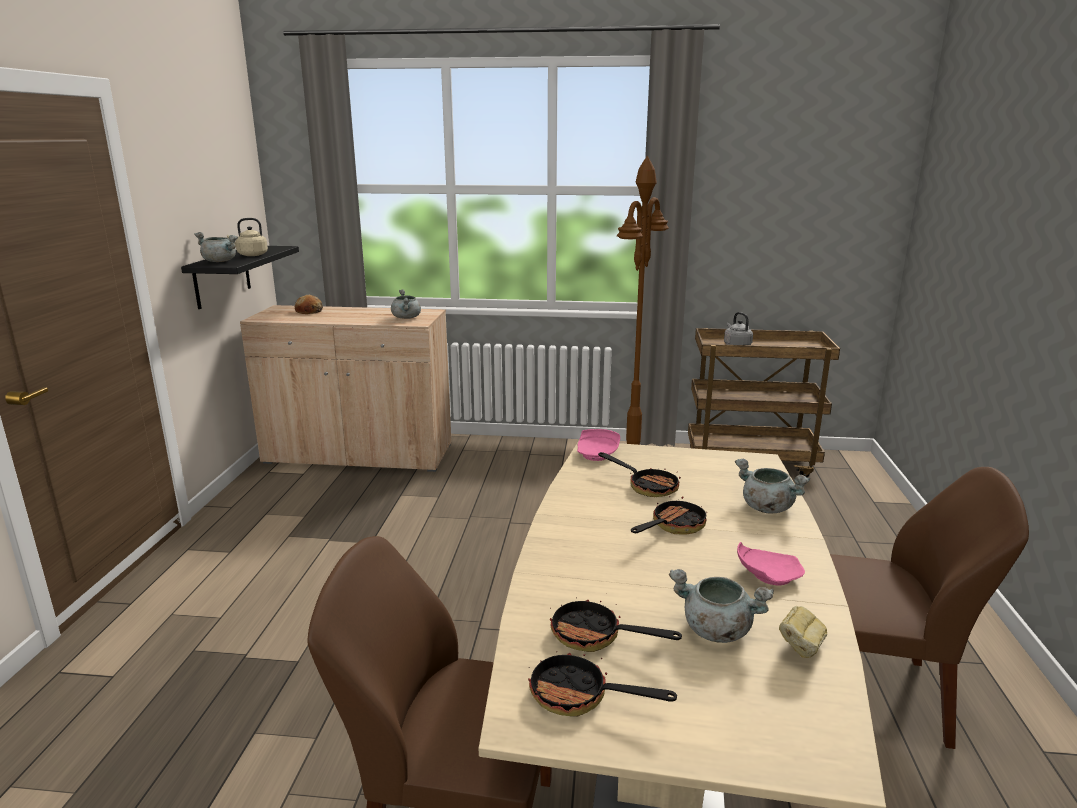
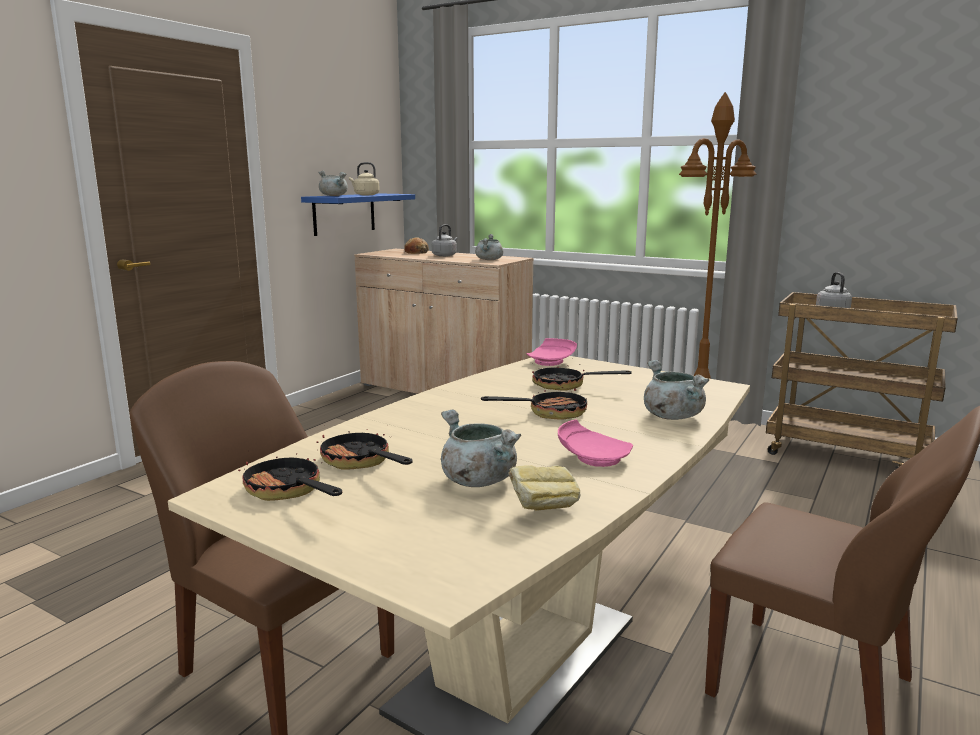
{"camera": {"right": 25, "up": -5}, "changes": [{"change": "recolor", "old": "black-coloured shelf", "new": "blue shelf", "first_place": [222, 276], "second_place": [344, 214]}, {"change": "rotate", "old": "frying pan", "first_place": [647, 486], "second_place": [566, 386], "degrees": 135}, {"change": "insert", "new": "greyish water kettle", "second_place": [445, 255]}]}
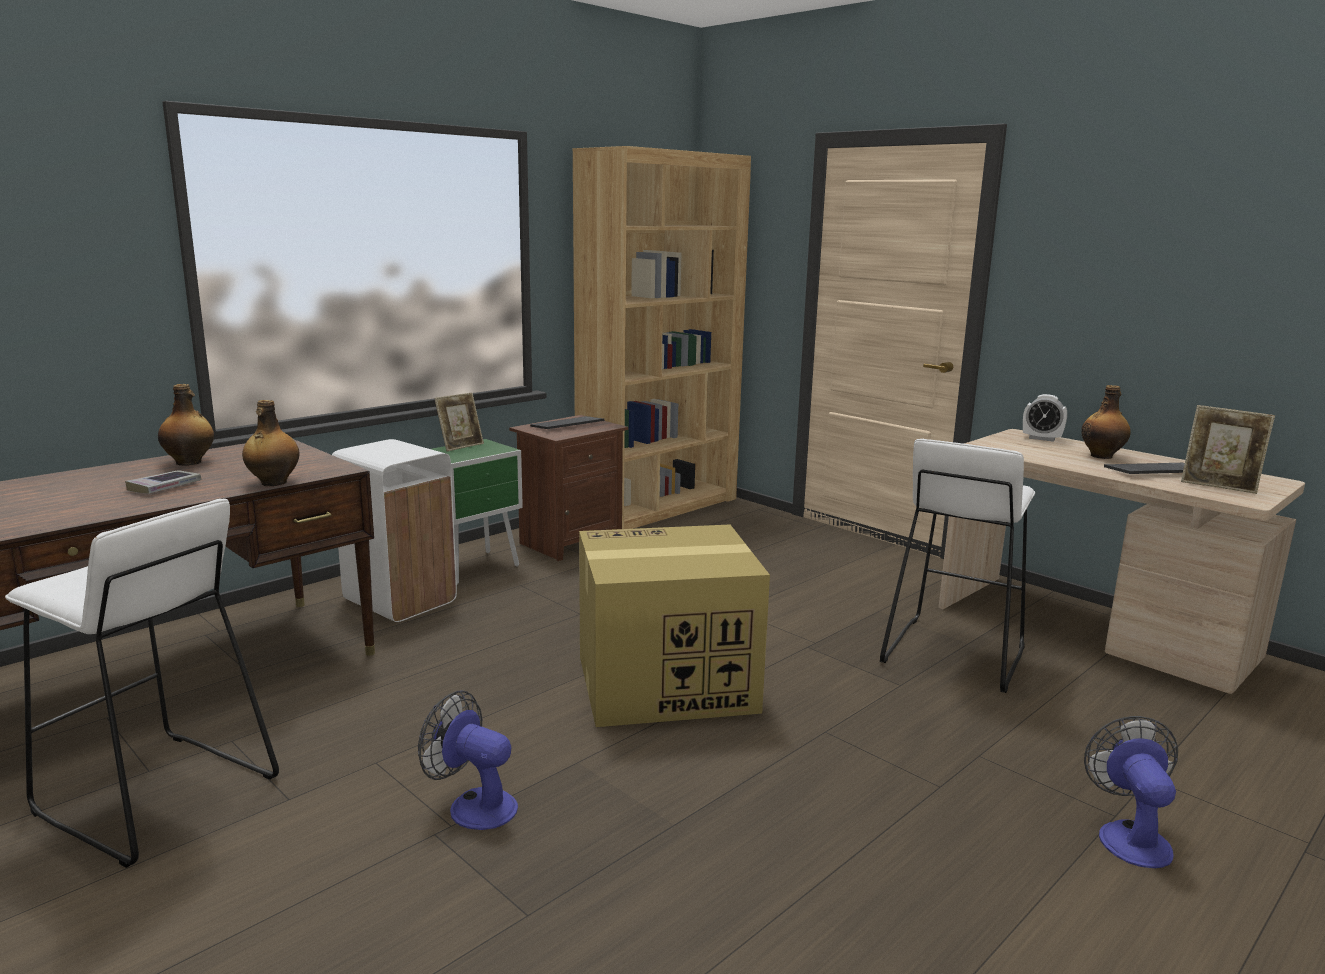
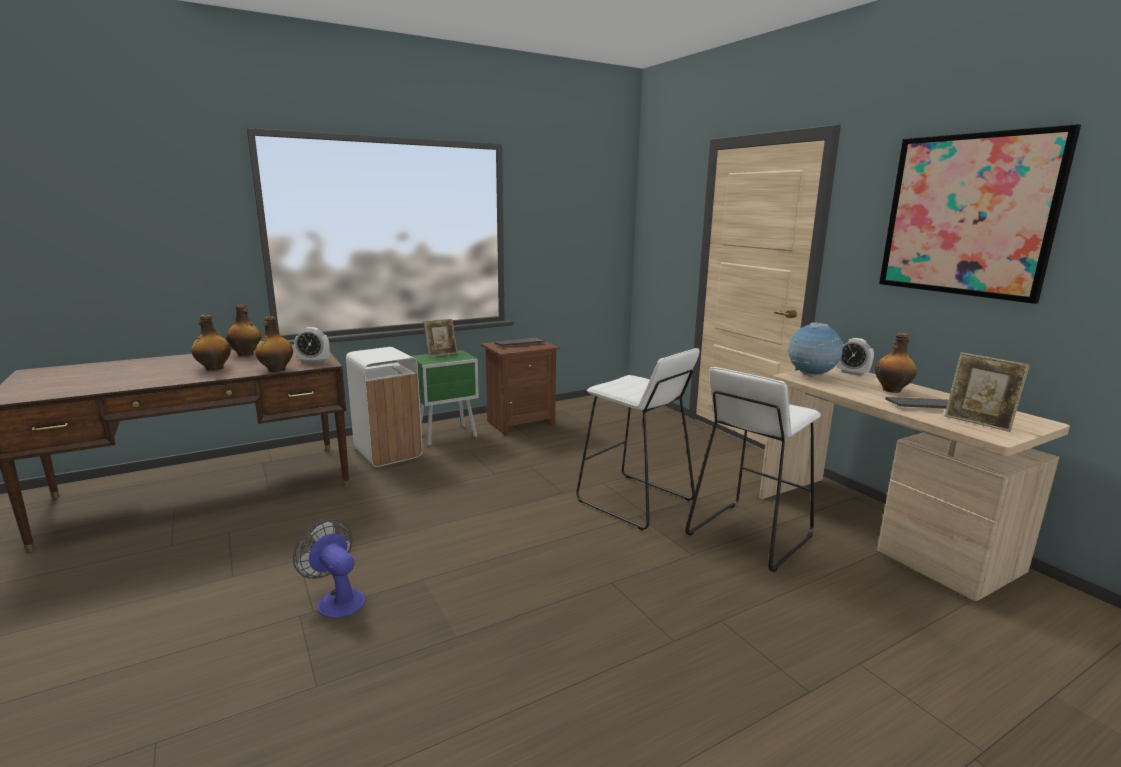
{"camera": {"right": 15, "up": 0}, "changes": [{"change": "move", "old": "white-coloured sitting stool", "first_place": [156, 796], "second_place": [635, 501]}, {"change": "replace", "old": "volume", "new": "beverage bottle", "first_place": [165, 487], "second_place": [214, 368]}, {"change": "delete", "old": "brown shelving unit", "first_place": [658, 506]}, {"change": "delete", "old": "carton", "first_place": [663, 684]}, {"change": "delete", "old": "cooling fan", "first_place": [1129, 836]}, {"change": "insert", "new": "alarm clock", "second_place": [313, 361]}, {"change": "insert", "new": "globe", "second_place": [811, 376]}, {"change": "insert", "new": "wall picture", "second_place": [967, 215]}]}
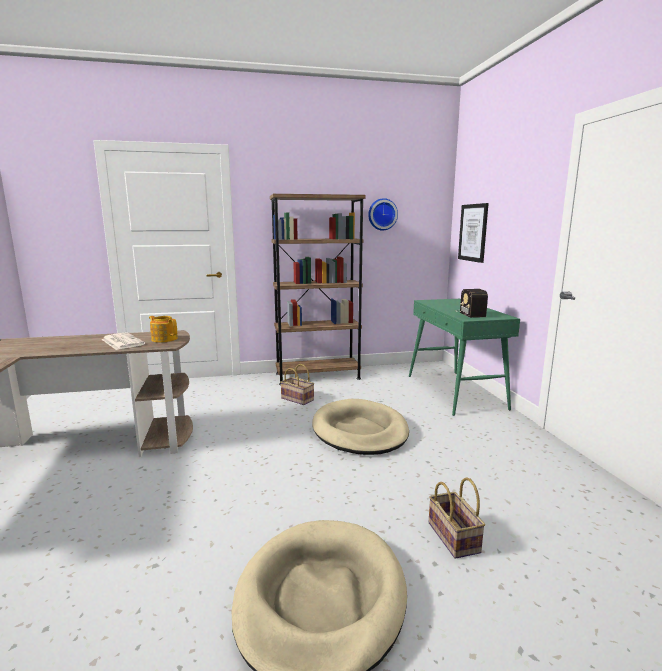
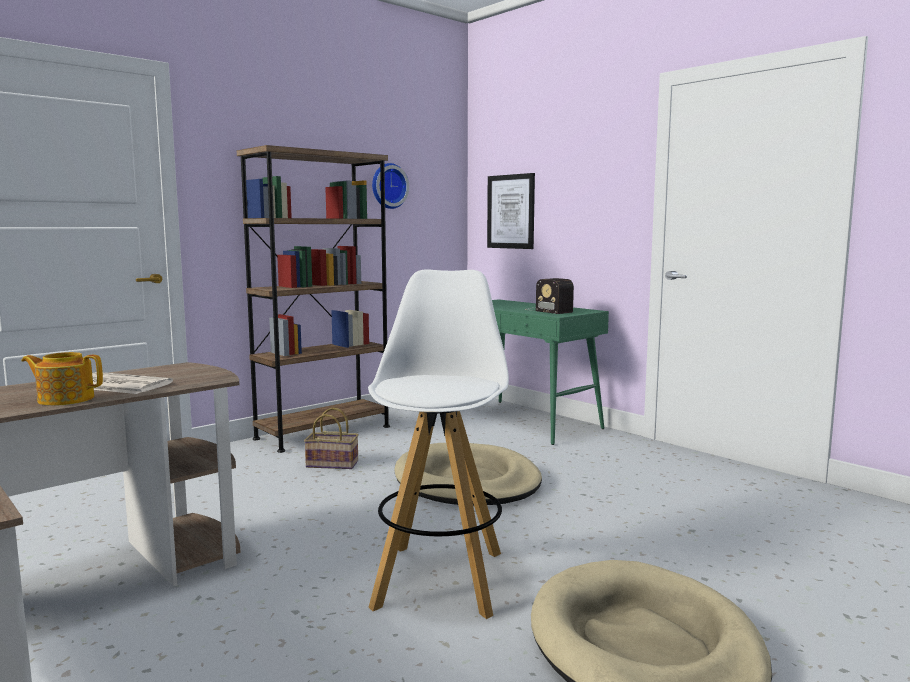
{"camera": {"right": -30, "up": -5}, "changes": [{"change": "move", "old": "teapot", "first_place": [164, 339], "second_place": [65, 399]}, {"change": "delete", "old": "storage basket", "first_place": [455, 538]}, {"change": "insert", "new": "white-coloured sitting stool", "second_place": [440, 577]}]}
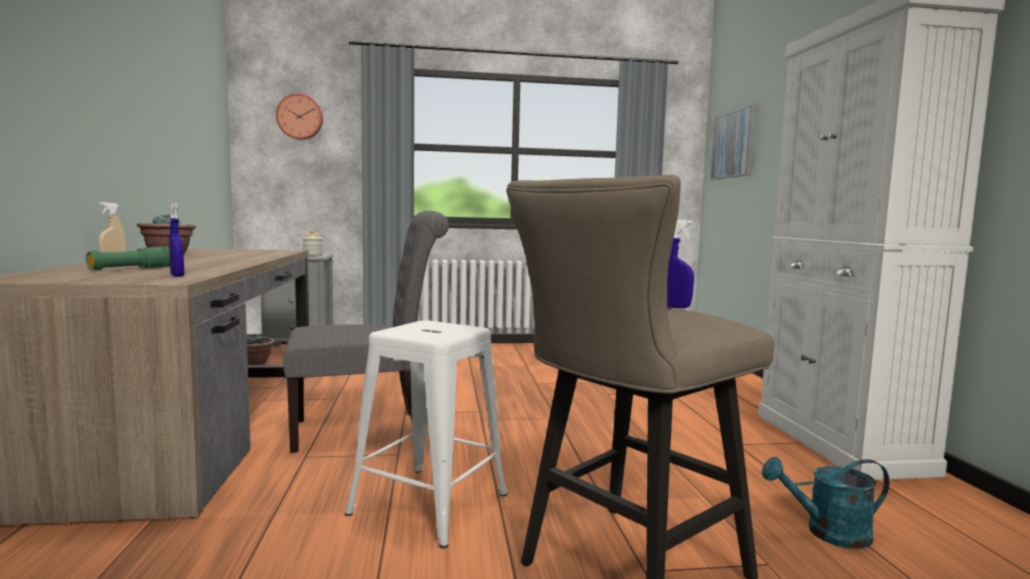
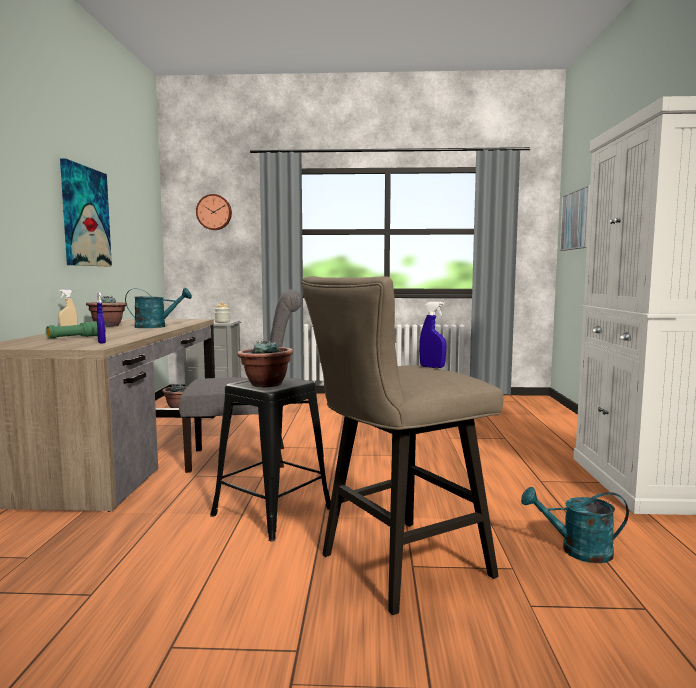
{"camera": {"right": 10, "up": 0}, "changes": [{"change": "recolor", "old": "white-coloured sitting stool", "new": "black-coloured sitting stool", "first_place": [429, 504], "second_place": [272, 512]}, {"change": "insert", "new": "wall picture", "second_place": [85, 216]}, {"change": "insert", "new": "turquoise-coloured watering pot", "second_place": [156, 326]}, {"change": "insert", "new": "houseplant", "second_place": [265, 384]}]}
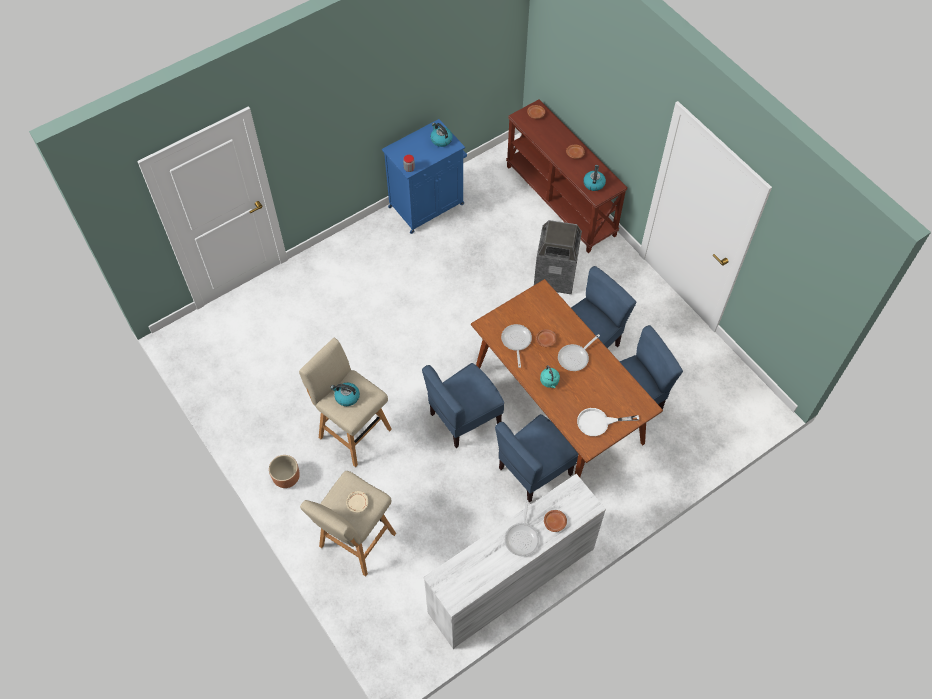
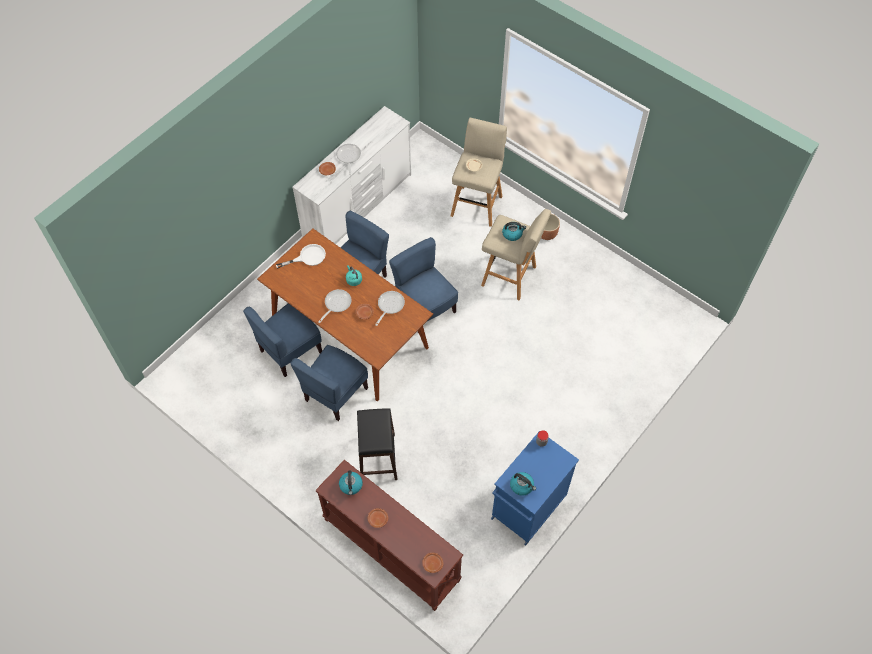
{"camera": {"right": 165, "up": 0}, "changes": [{"change": "rotate", "old": "blue plain chair", "first_place": [464, 418], "second_place": [425, 307], "degrees": -75}, {"change": "rotate", "old": "frying pan", "first_place": [516, 342], "second_place": [389, 306], "degrees": -135}, {"change": "replace", "old": "trash can", "new": "black-coloured sitting stool", "first_place": [554, 276], "second_place": [378, 457]}]}
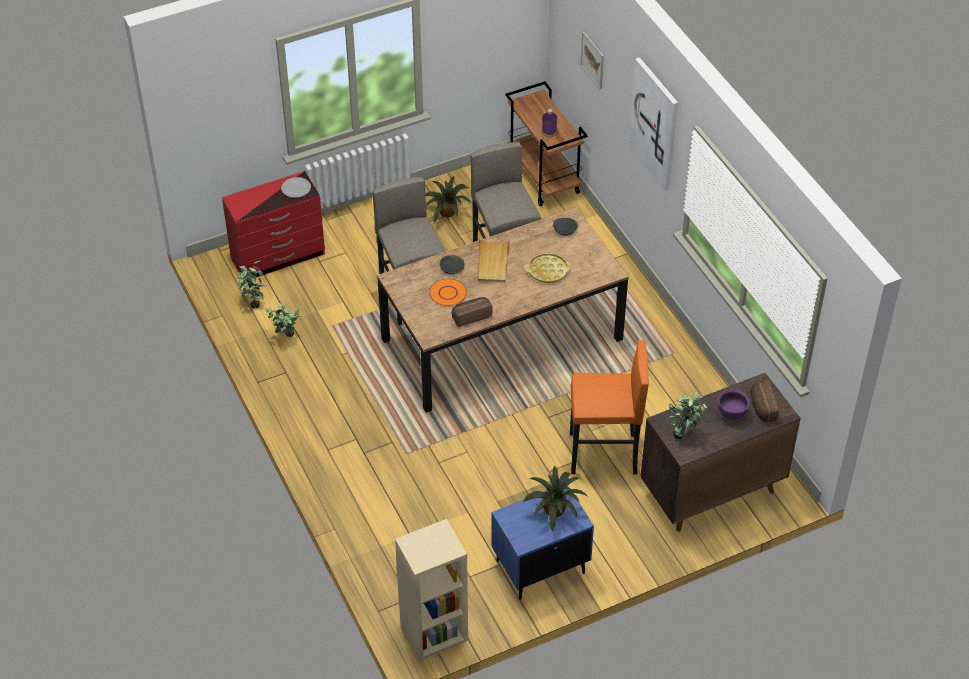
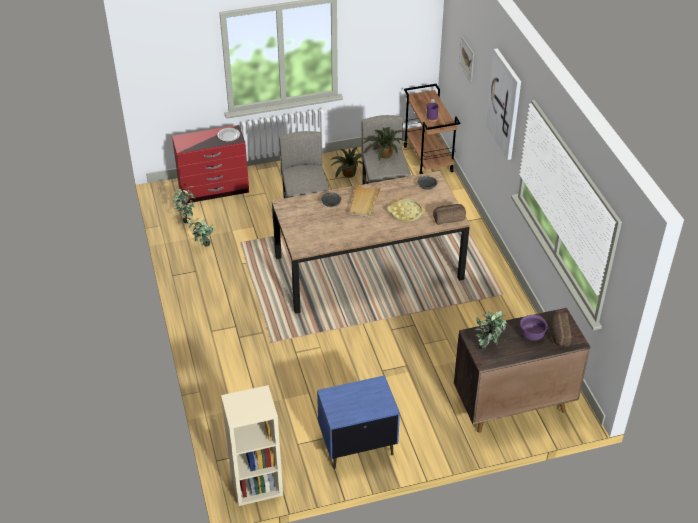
{"camera": {"right": 10, "up": -5}, "changes": [{"change": "delete", "old": "orange plate", "first_place": [448, 293]}, {"change": "move", "old": "baked bread", "first_place": [471, 316], "second_place": [448, 218]}, {"change": "move", "old": "houseplant", "first_place": [555, 511], "second_place": [385, 155]}, {"change": "delete", "old": "orange sitting stool", "first_place": [603, 454]}]}
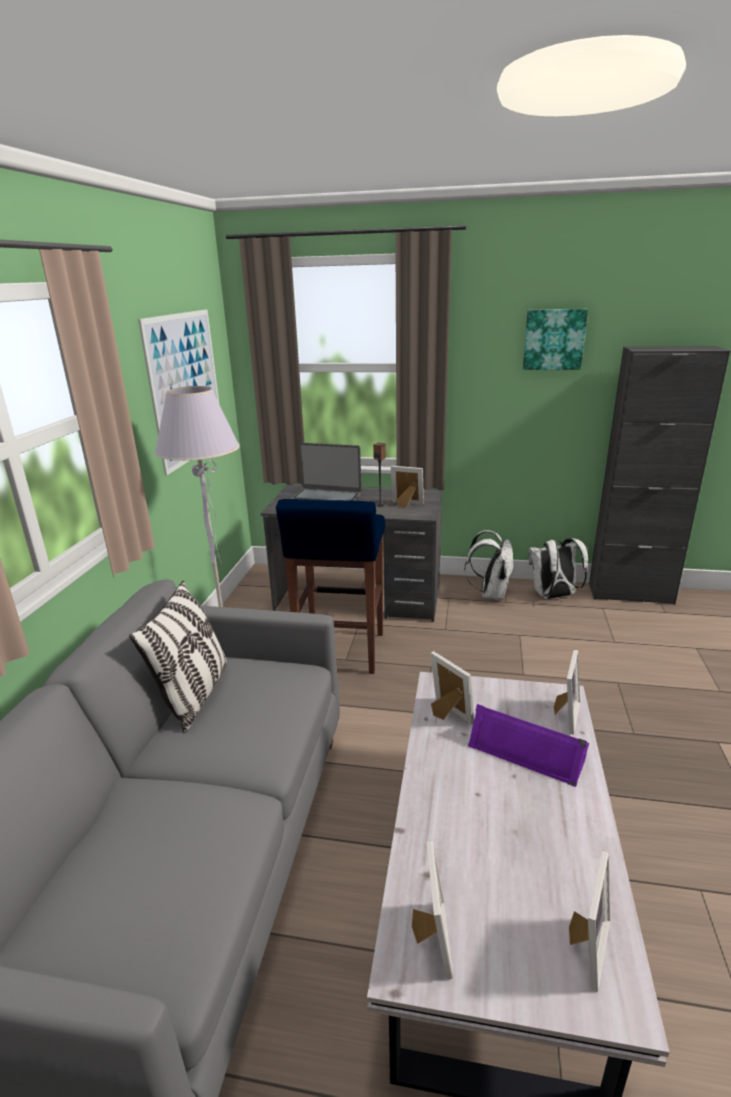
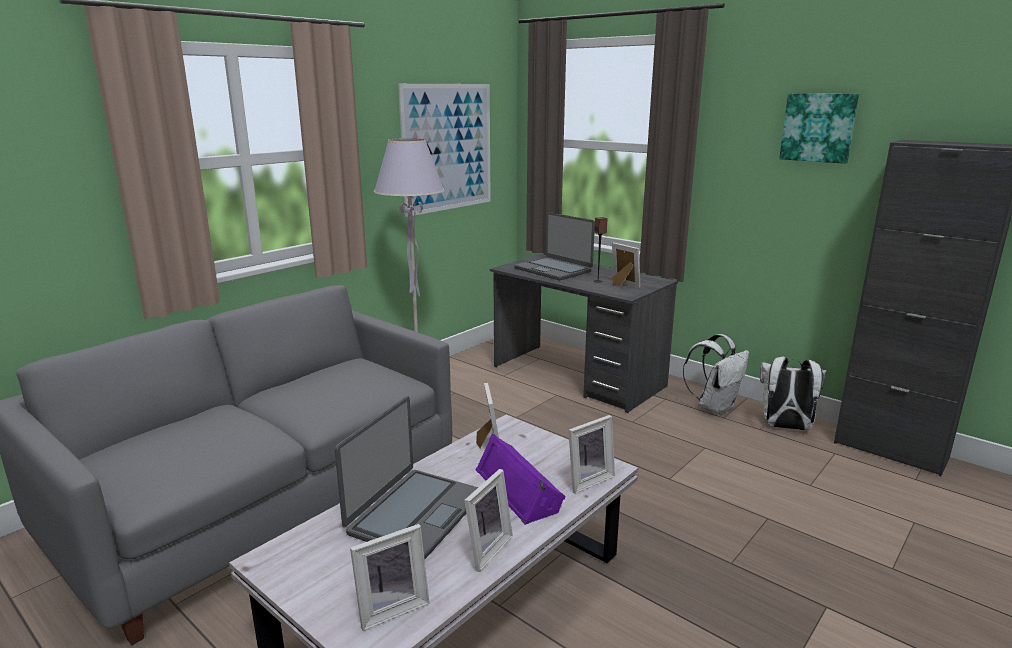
{"camera": {"right": 30, "up": -5}, "changes": [{"change": "delete", "old": "pillow", "first_place": [195, 695]}, {"change": "delete", "old": "blue sitting stool", "first_place": [340, 651]}, {"change": "move", "old": "standing frame", "first_place": [430, 939], "second_place": [484, 549]}, {"change": "insert", "new": "notebook computer", "second_place": [414, 513]}]}
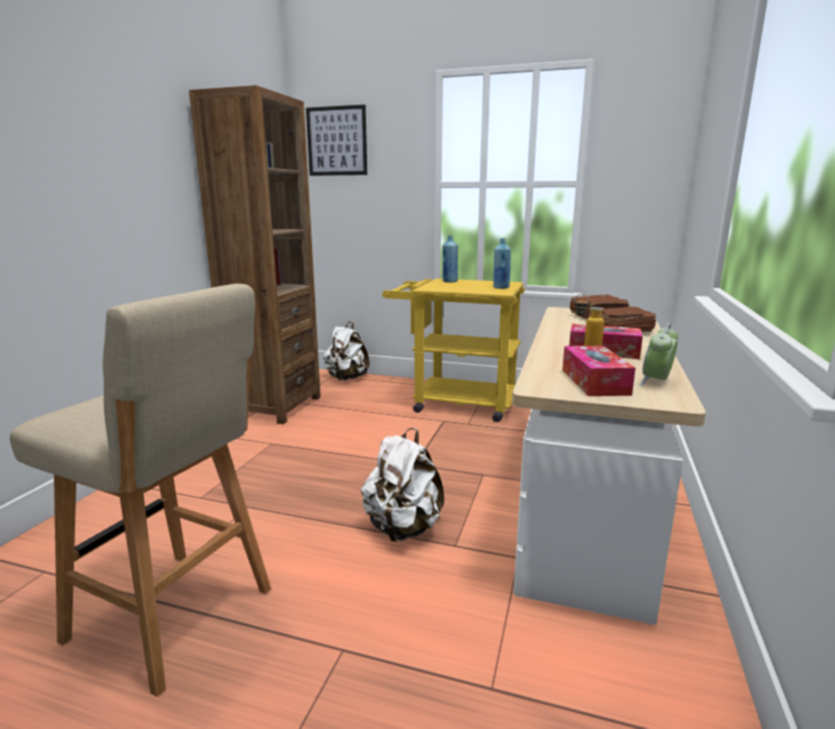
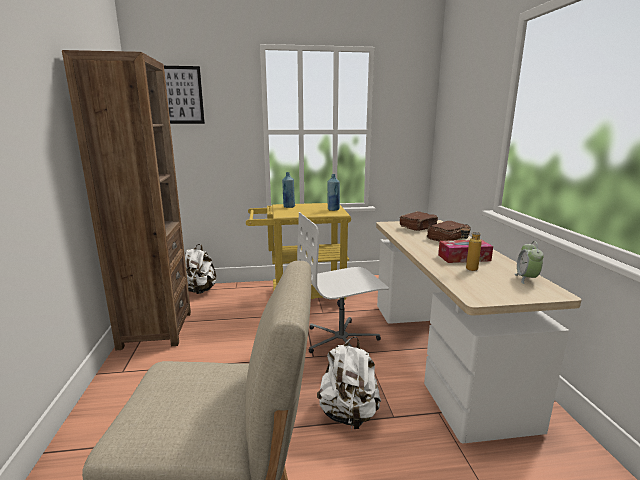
{"camera": {"right": -25, "up": 0}, "changes": [{"change": "delete", "old": "box of tissues", "first_place": [594, 382]}, {"change": "insert", "new": "white-coloured computer chair", "second_place": [341, 340]}]}
